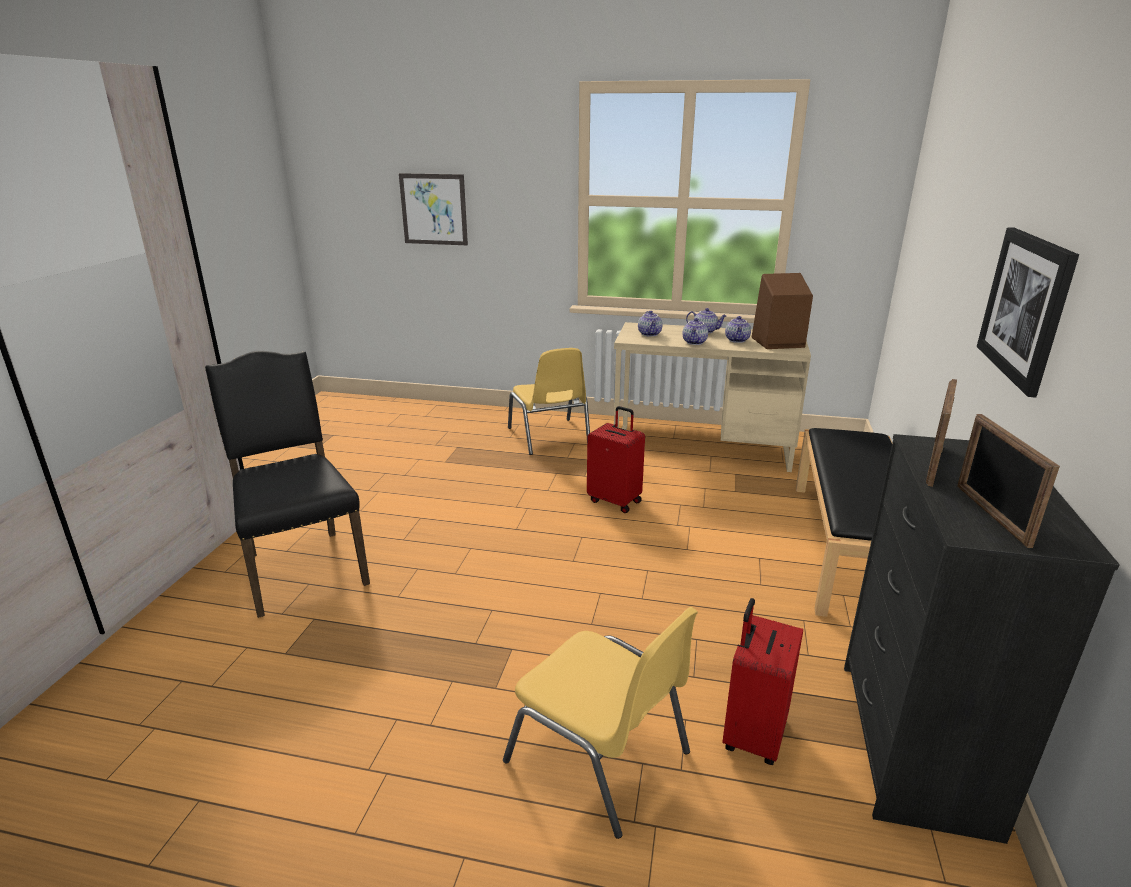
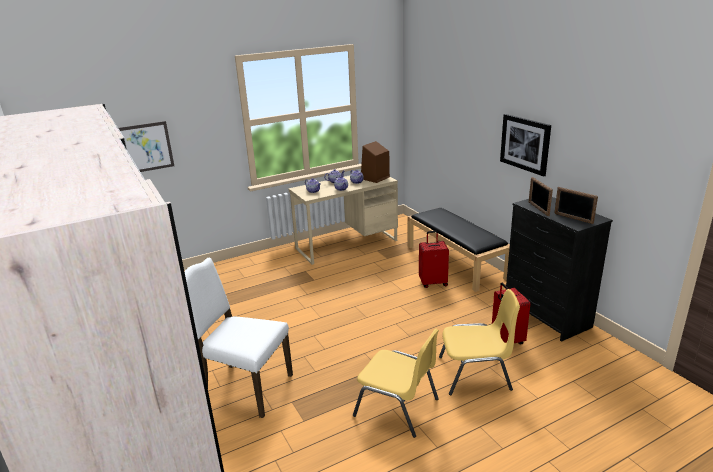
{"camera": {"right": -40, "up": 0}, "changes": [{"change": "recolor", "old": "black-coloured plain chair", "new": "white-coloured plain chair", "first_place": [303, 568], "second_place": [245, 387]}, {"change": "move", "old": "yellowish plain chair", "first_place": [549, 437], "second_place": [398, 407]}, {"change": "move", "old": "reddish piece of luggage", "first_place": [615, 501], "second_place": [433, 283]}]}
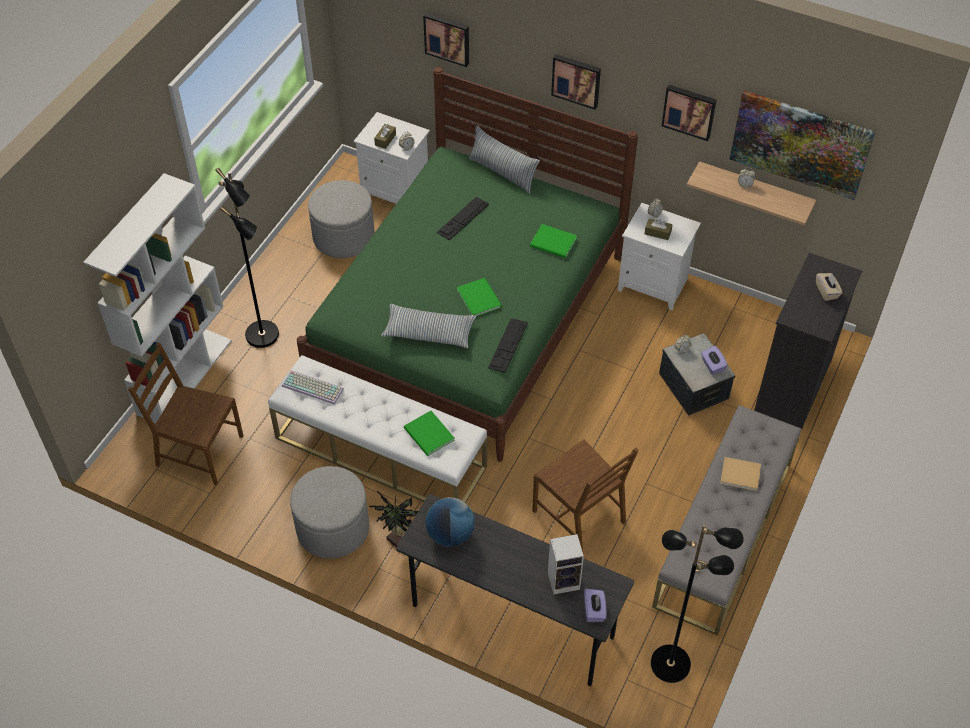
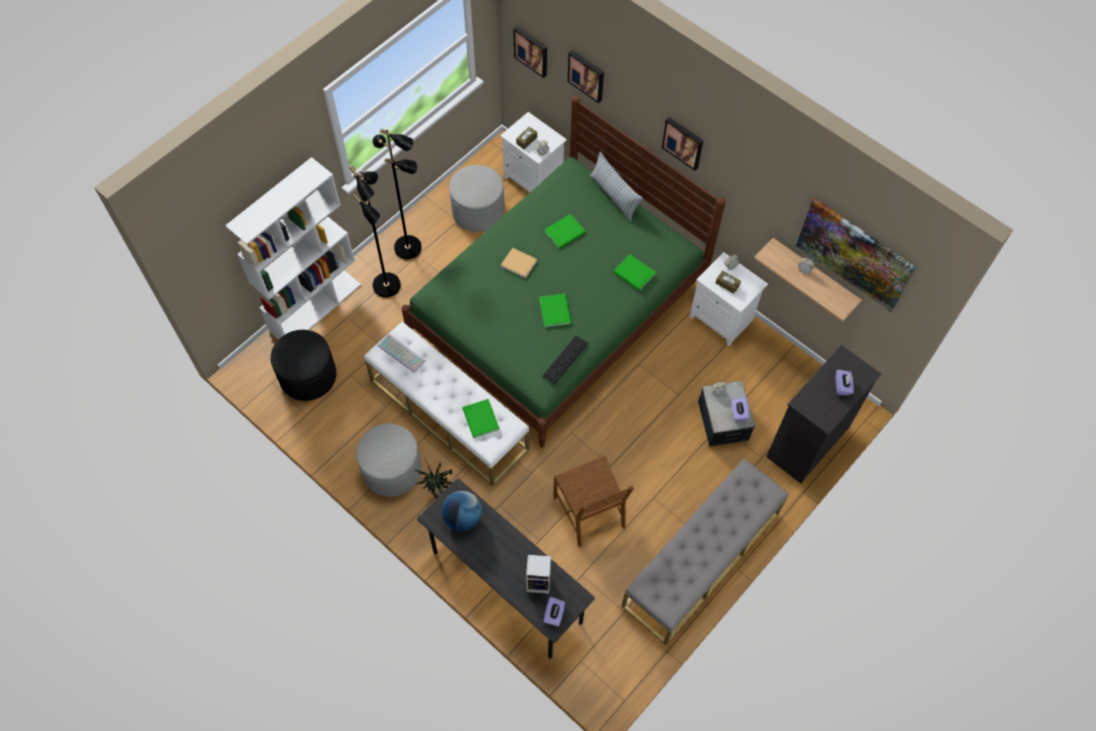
{"camera": {"right": 15, "up": 10}, "changes": [{"change": "replace", "old": "brown plain chair", "new": "black-coloured pouffe", "first_place": [198, 451], "second_place": [308, 376]}, {"change": "delete", "old": "pillow", "first_place": [429, 332]}, {"change": "replace", "old": "keyboard", "new": "green volume", "first_place": [463, 218], "second_place": [566, 232]}, {"change": "move", "old": "black-coloured floor lamp", "first_place": [671, 663], "second_place": [408, 247]}, {"change": "move", "old": "wall picture", "first_place": [689, 111], "second_place": [532, 51]}, {"change": "move", "old": "beige-coloured volume", "first_place": [741, 475], "second_place": [519, 264]}, {"change": "recolor", "old": "beige-coloured box of tissues", "new": "purple box of tissues", "first_place": [827, 292], "second_place": [842, 386]}]}
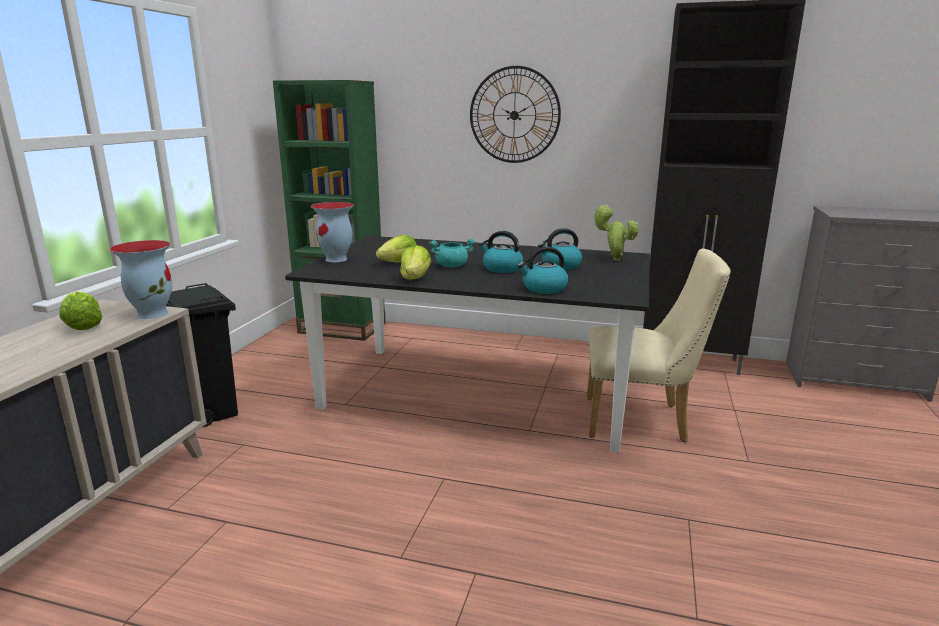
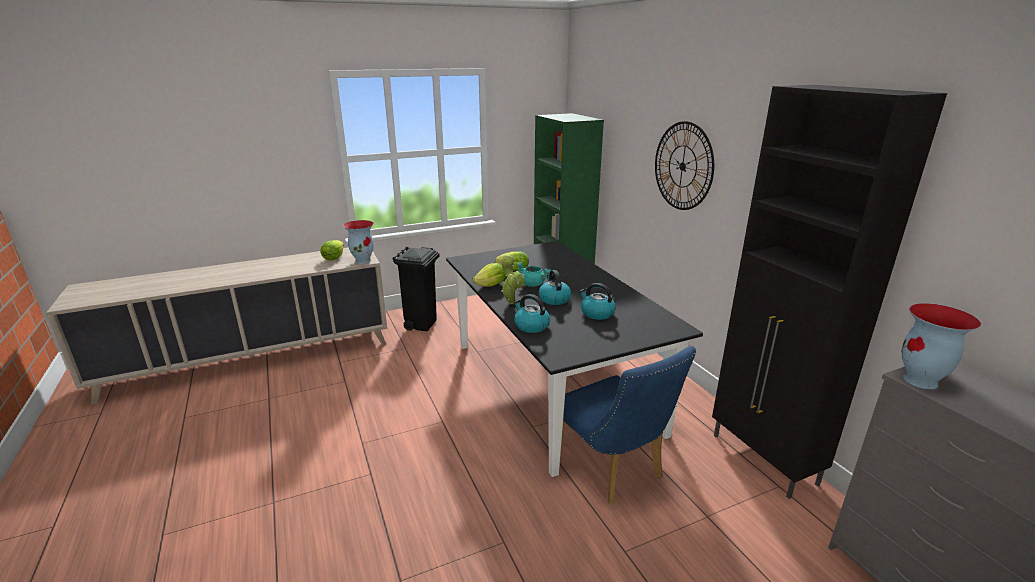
{"camera": {"right": 50, "up": 5}, "changes": [{"change": "move", "old": "vase", "first_place": [337, 259], "second_place": [921, 381]}, {"change": "recolor", "old": "beige-coloured plain chair", "new": "blue plain chair", "first_place": [643, 421], "second_place": [613, 471]}, {"change": "move", "old": "houseplant", "first_place": [613, 259], "second_place": [511, 302]}]}
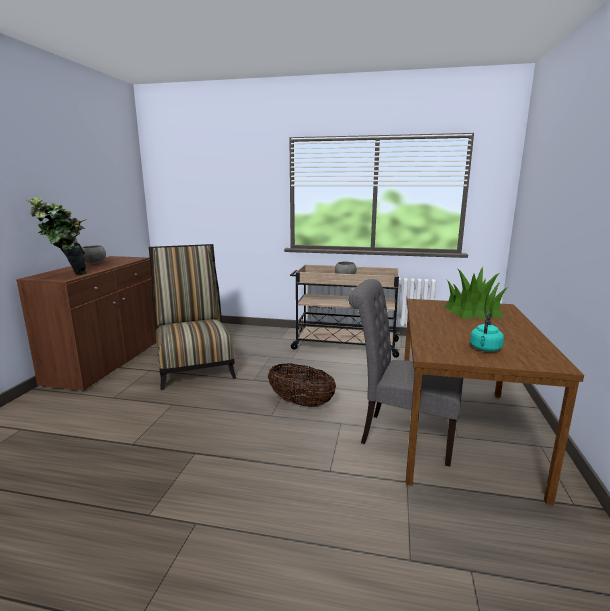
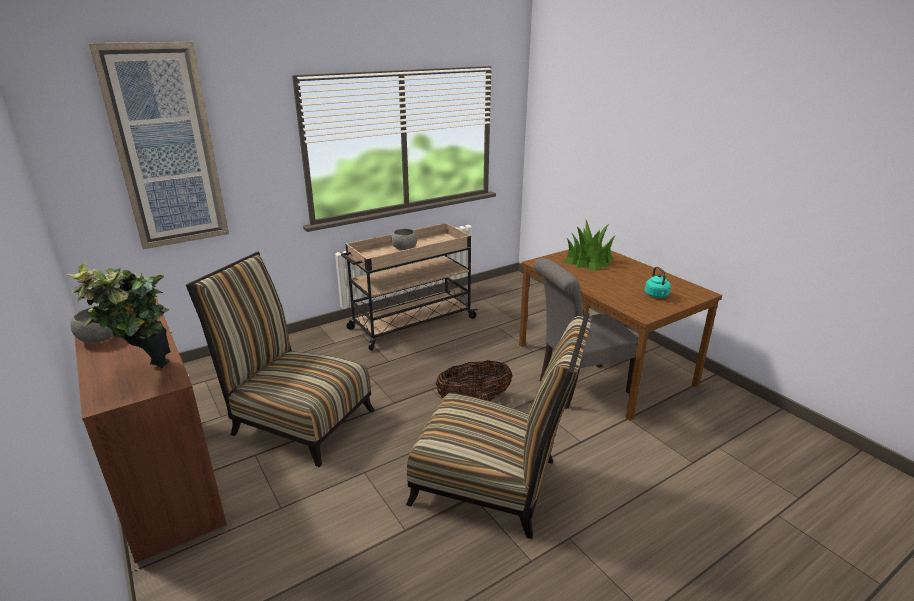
{"camera": {"right": -45, "up": 10}, "changes": [{"change": "insert", "new": "wall picture", "second_place": [165, 148]}, {"change": "insert", "new": "plain chair", "second_place": [493, 485]}]}
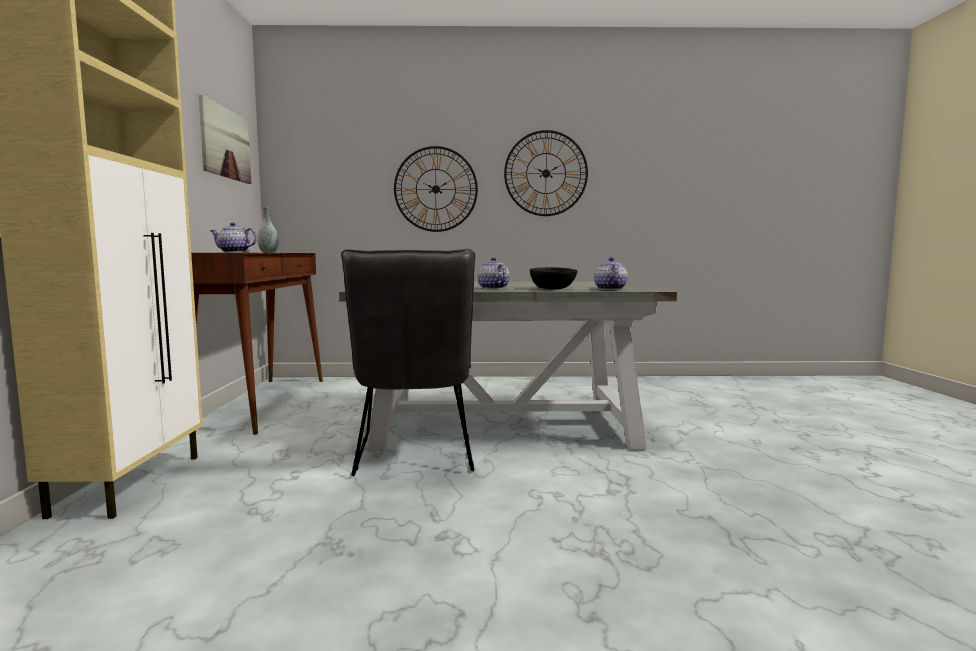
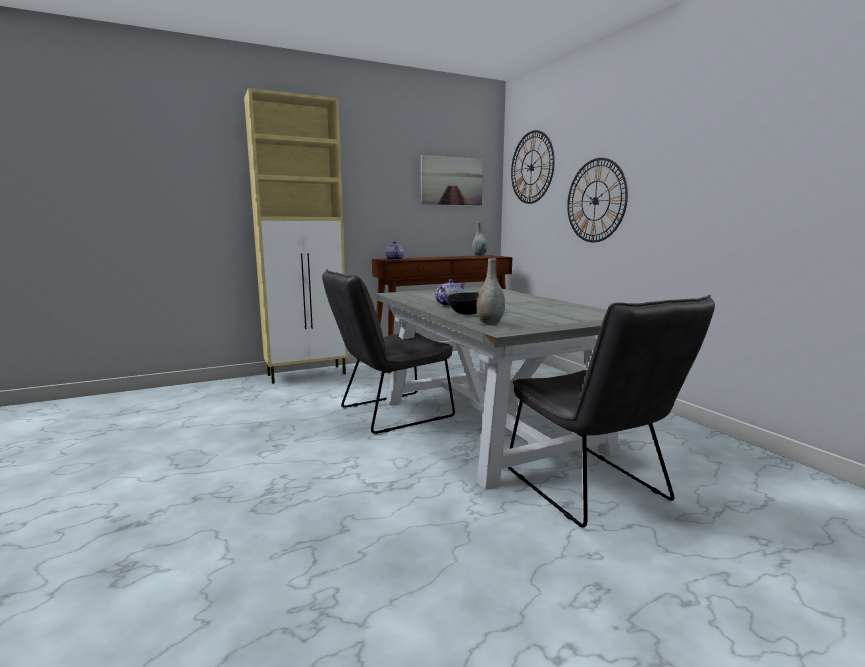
{"camera": {"right": 65, "up": 5}, "changes": [{"change": "move", "old": "wall clock", "first_place": [546, 173], "second_place": [531, 167]}, {"change": "replace", "old": "teapot", "new": "greyish vase", "first_place": [609, 289], "second_place": [490, 322]}, {"change": "insert", "new": "greyish plain chair", "second_place": [592, 489]}]}
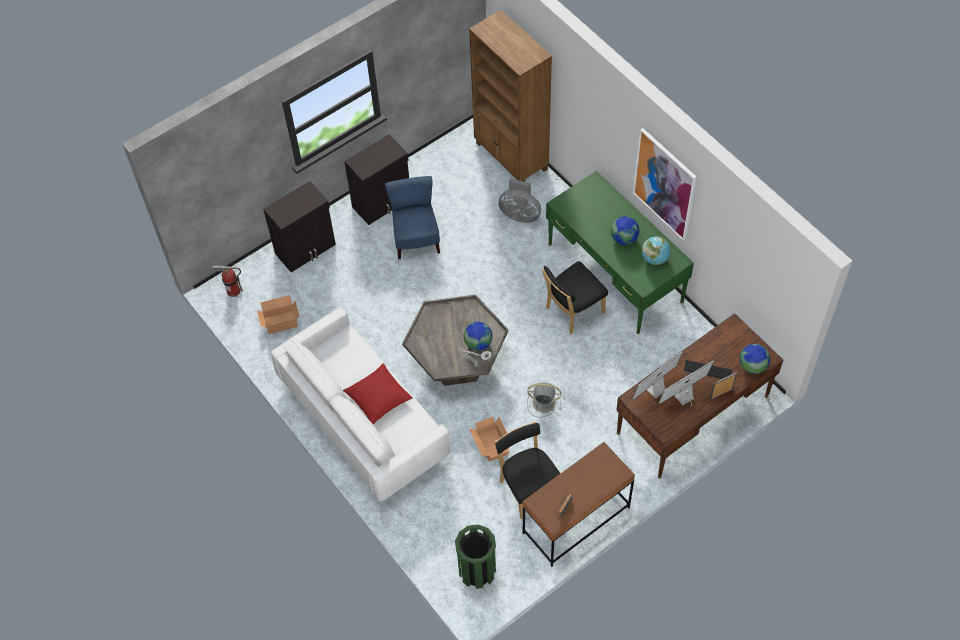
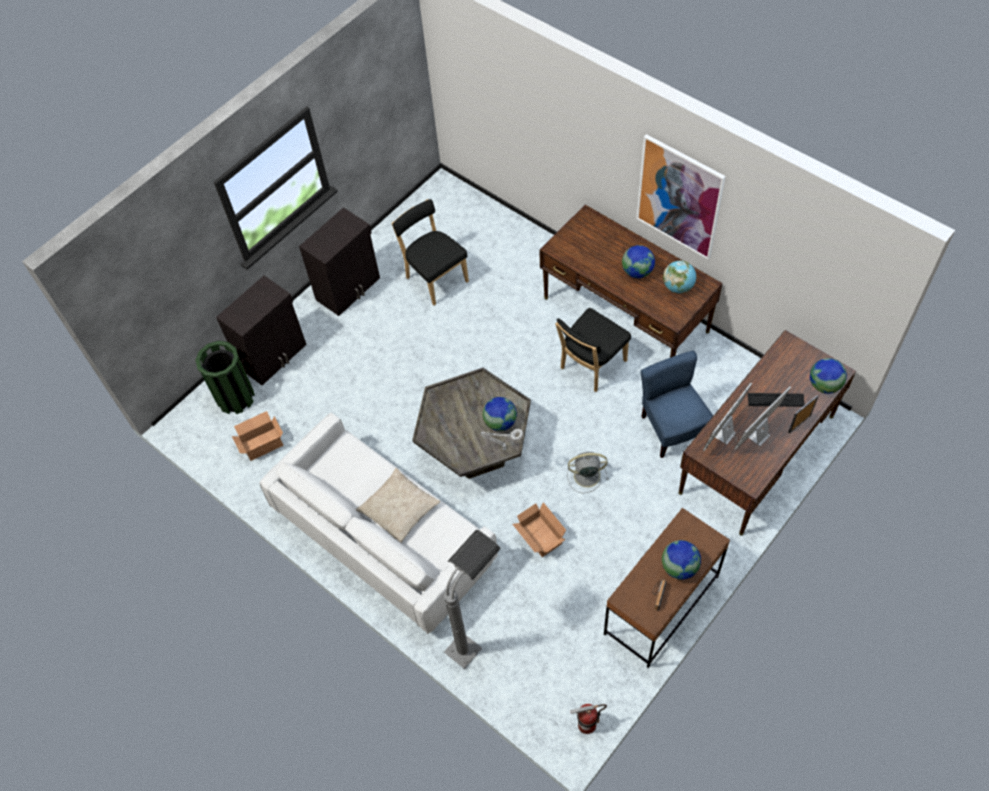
{"camera": {"right": -10, "up": 0}, "changes": [{"change": "move", "old": "fire-fighting cylinder", "first_place": [233, 291], "second_place": [587, 724]}, {"change": "recolor", "old": "reddish pillow", "new": "beige-coloured pillow", "first_place": [378, 397], "second_place": [399, 509]}, {"change": "move", "old": "blue plain chair", "first_place": [416, 239], "second_place": [672, 428]}, {"change": "move", "old": "green trash can", "first_place": [477, 571], "second_place": [235, 398]}, {"change": "delete", "old": "brown shelving unit", "first_place": [511, 157]}, {"change": "move", "old": "black-coloured plain chair", "first_place": [528, 488], "second_place": [435, 278]}, {"change": "delete", "old": "greyish cooling fan", "first_place": [520, 214]}, {"change": "recolor", "old": "green desk table", "new": "brown desk table", "first_place": [615, 272], "second_place": [625, 314]}, {"change": "insert", "new": "greyish floor lamp", "second_place": [475, 635]}, {"change": "insert", "new": "globe", "second_place": [679, 567]}]}
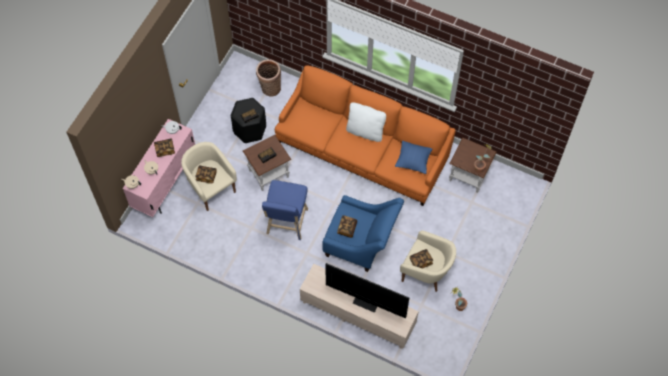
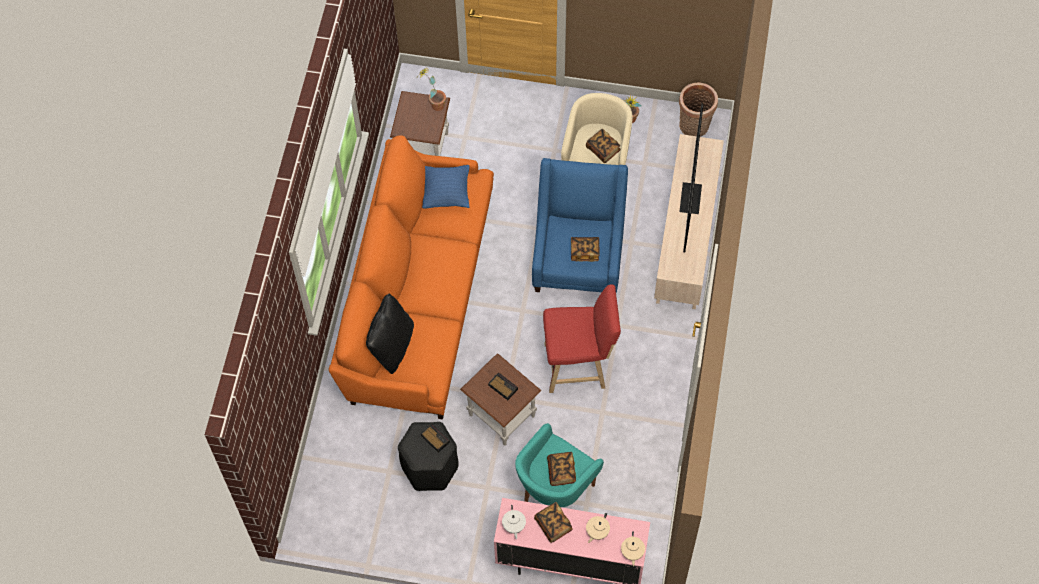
{"camera": {"right": -105, "up": 0}, "changes": [{"change": "recolor", "old": "beige-coloured easy chair", "new": "turquoise-coloured easy chair", "first_place": [211, 189], "second_place": [554, 491]}, {"change": "move", "old": "storage basket", "first_place": [269, 88], "second_place": [694, 127]}, {"change": "recolor", "old": "blue sitting stool", "new": "reddish sitting stool", "first_place": [286, 224], "second_place": [579, 365]}, {"change": "delete", "old": "white-coloured pillow", "first_place": [365, 131]}, {"change": "insert", "new": "black-coloured pillow", "second_place": [392, 346]}]}
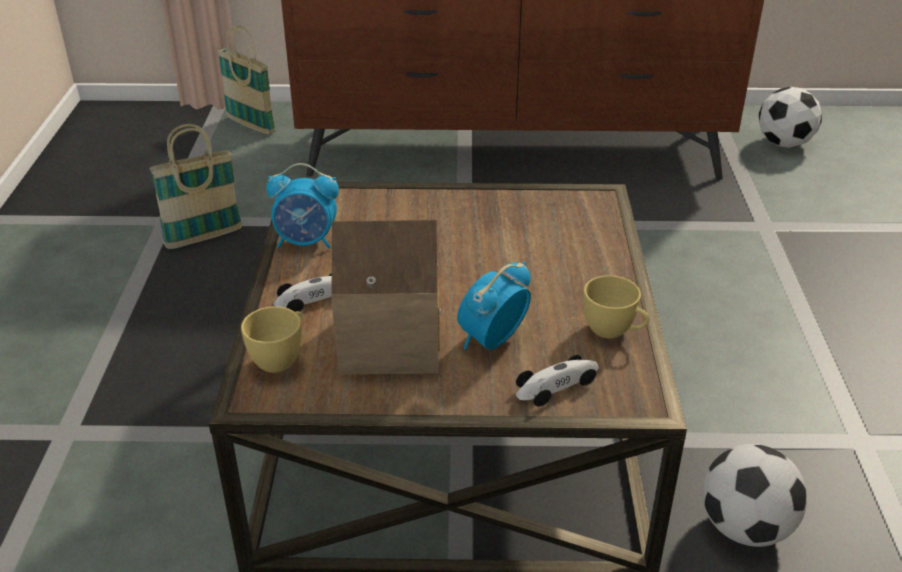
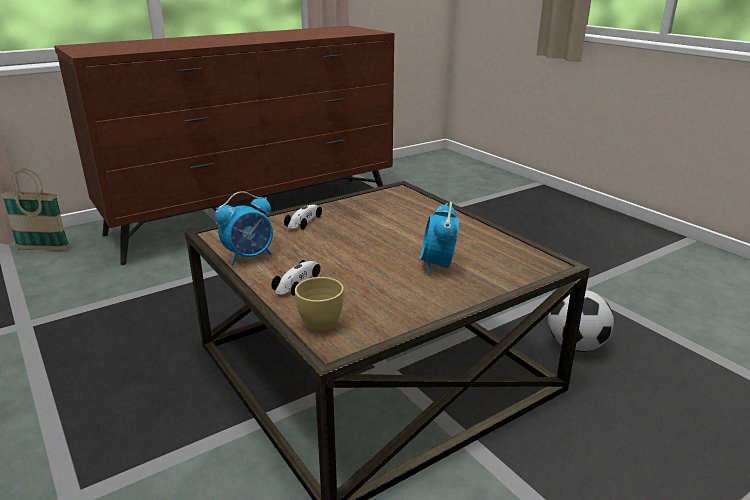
{"camera": {"right": -35, "up": -10}, "changes": [{"change": "delete", "old": "storage basket", "first_place": [204, 238]}, {"change": "delete", "old": "toy house", "first_place": [388, 338]}, {"change": "move", "old": "toy car", "first_place": [558, 386], "second_place": [305, 221]}, {"change": "delete", "old": "yellowish cup", "first_place": [614, 331]}, {"change": "delete", "old": "ball for football", "first_place": [784, 143]}]}
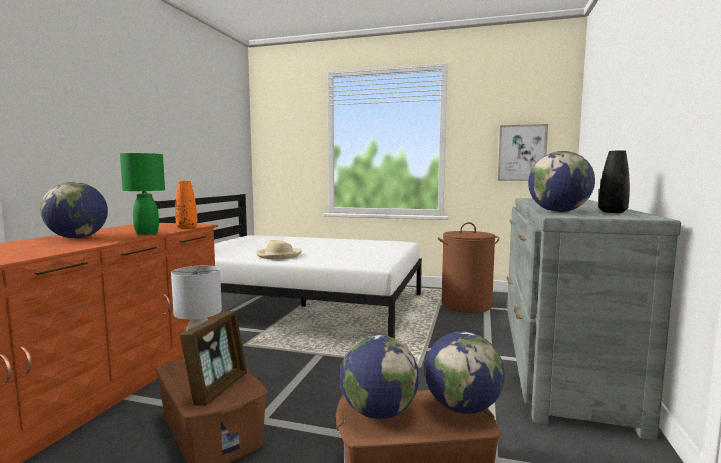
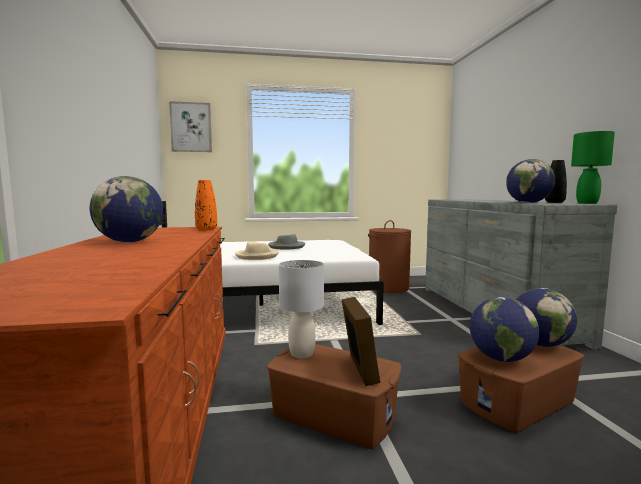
{"camera": {"right": -25, "up": 0}, "changes": [{"change": "move", "old": "green lamp for a table", "first_place": [147, 233], "second_place": [586, 203]}, {"change": "move", "old": "wall picture", "first_place": [522, 153], "second_place": [191, 127]}, {"change": "insert", "new": "greyish clothing hat", "second_place": [286, 247]}]}
